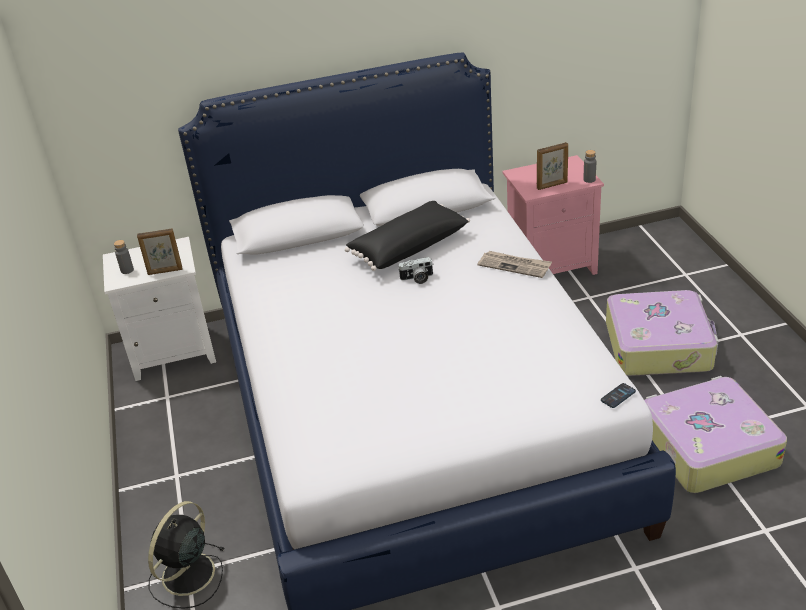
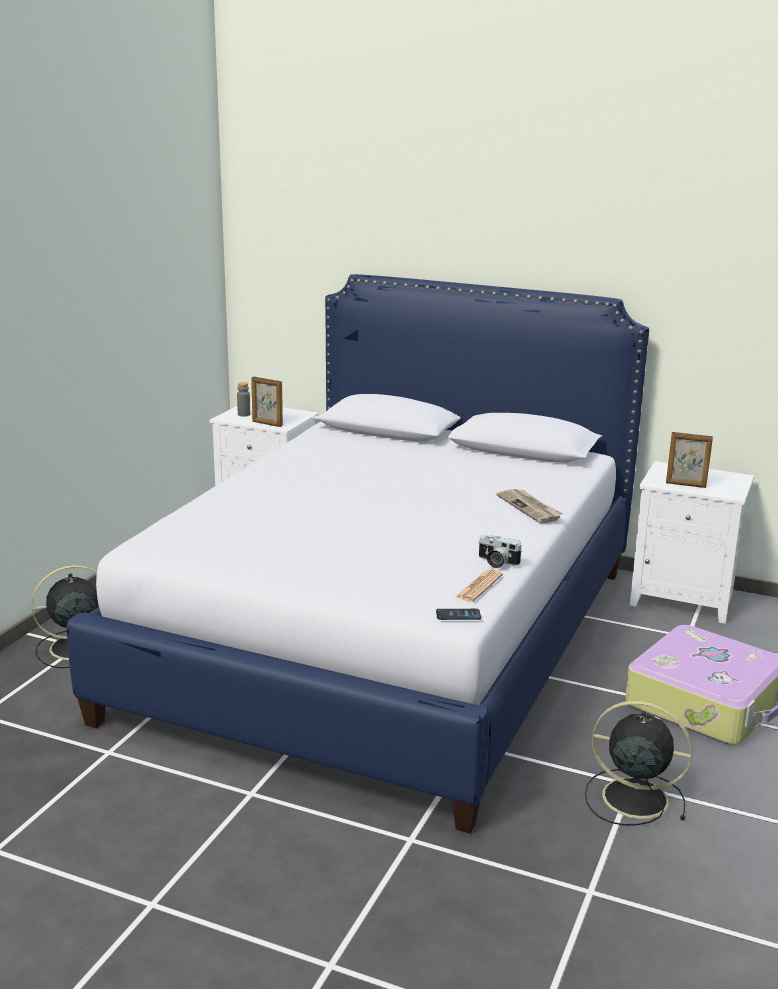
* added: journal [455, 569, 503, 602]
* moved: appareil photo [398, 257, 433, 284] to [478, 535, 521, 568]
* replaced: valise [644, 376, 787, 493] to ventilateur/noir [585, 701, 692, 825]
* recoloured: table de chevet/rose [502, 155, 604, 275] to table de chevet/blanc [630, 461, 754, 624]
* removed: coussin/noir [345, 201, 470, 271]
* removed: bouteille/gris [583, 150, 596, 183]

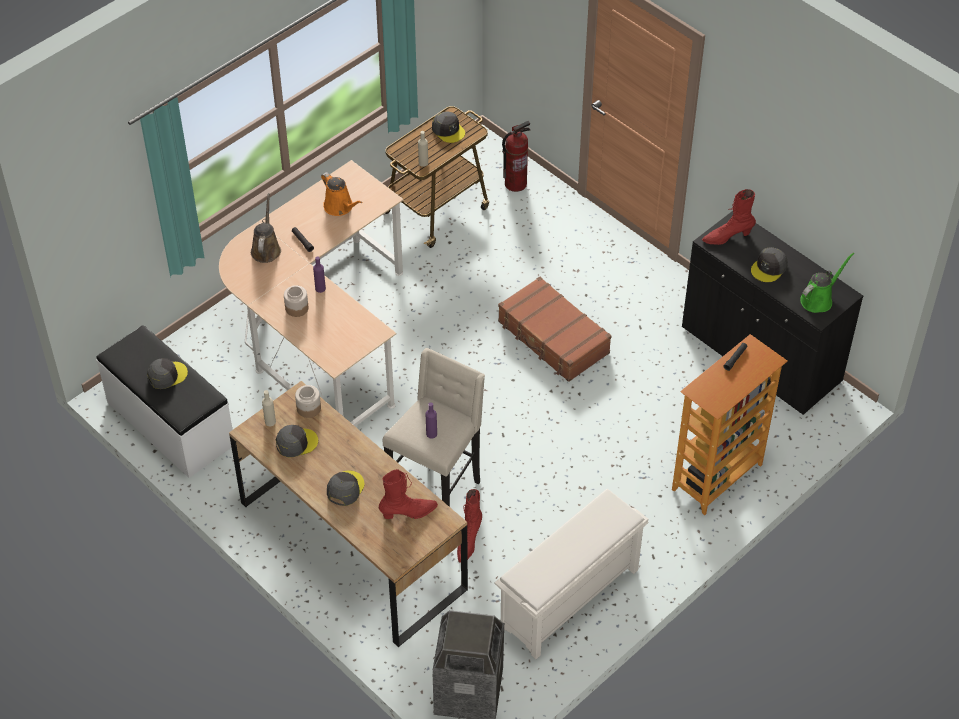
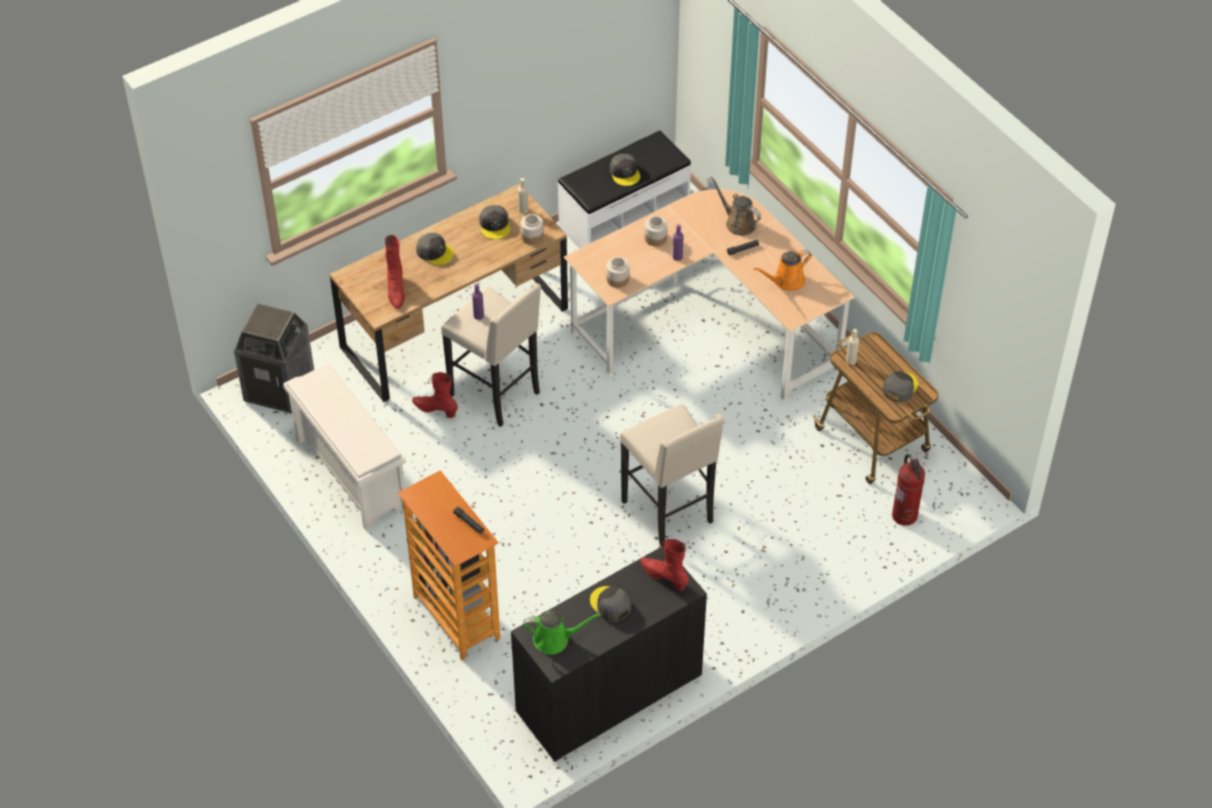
* turned: arrosoir/vert [800, 253, 854, 313] = [523, 611, 601, 654] 60 degrees counterclockwise
* added: bocal [607, 257, 629, 288]
* replaced: valise/marron [498, 276, 612, 382] to tabouret/beige [620, 404, 724, 547]
* turned: botte/rouge [702, 189, 756, 245] = [640, 539, 689, 591] 45 degrees counterclockwise
* turned: arrosoir/marron [251, 193, 281, 263] = [710, 176, 761, 236] 150 degrees counterclockwise
* turned: casquette/gris [432, 111, 465, 143] = [882, 371, 918, 403] 150 degrees clockwise

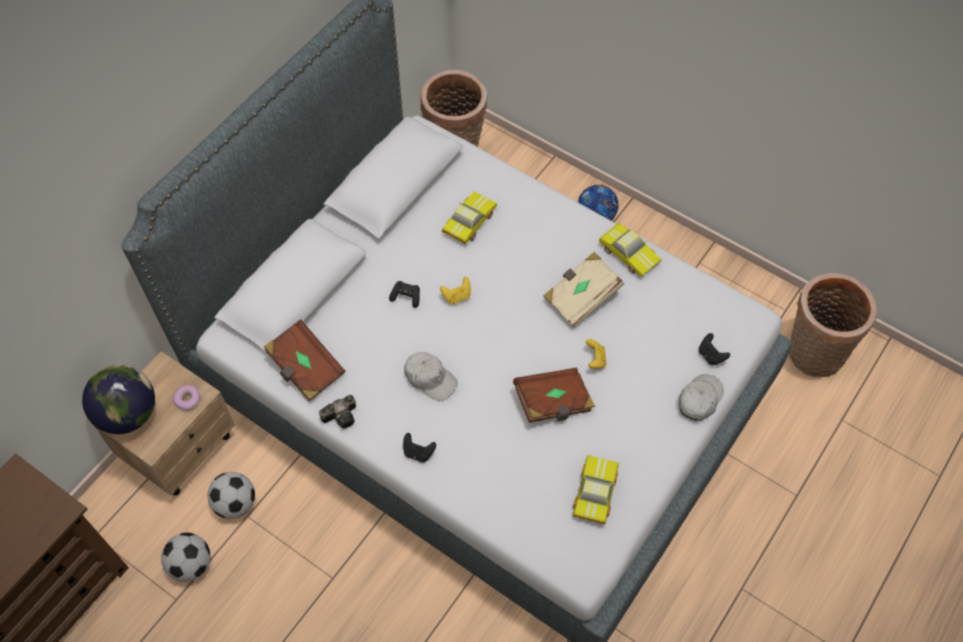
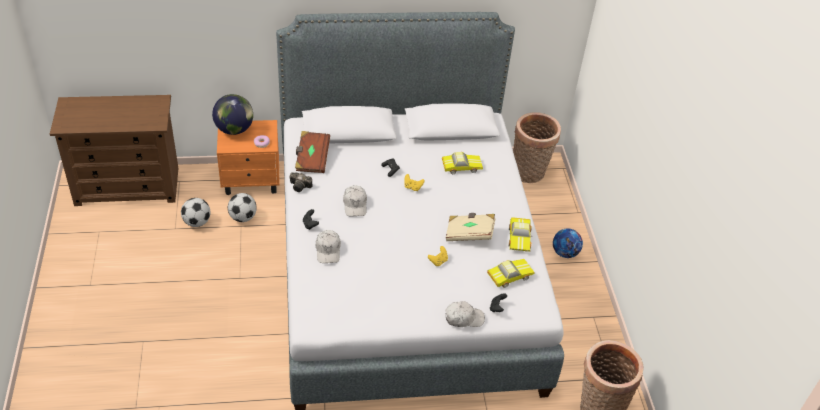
* recoloured: table de chevet/beige [95, 351, 235, 496] to table de chevet/orange [217, 120, 280, 195]
* added: casquette/blanc [315, 230, 341, 263]
* moved: petite voiture [573, 455, 619, 524] to [487, 259, 535, 288]
* removed: livre/marron [513, 368, 595, 423]

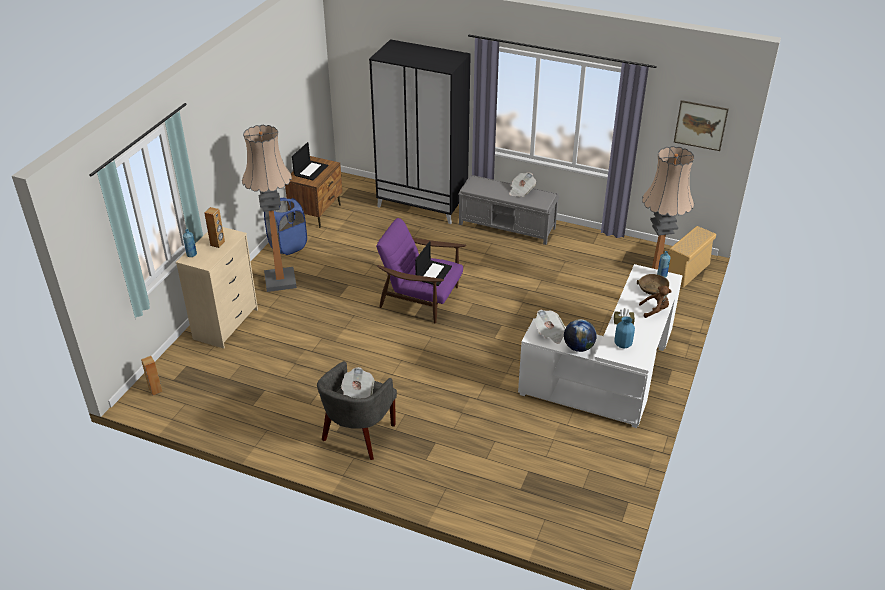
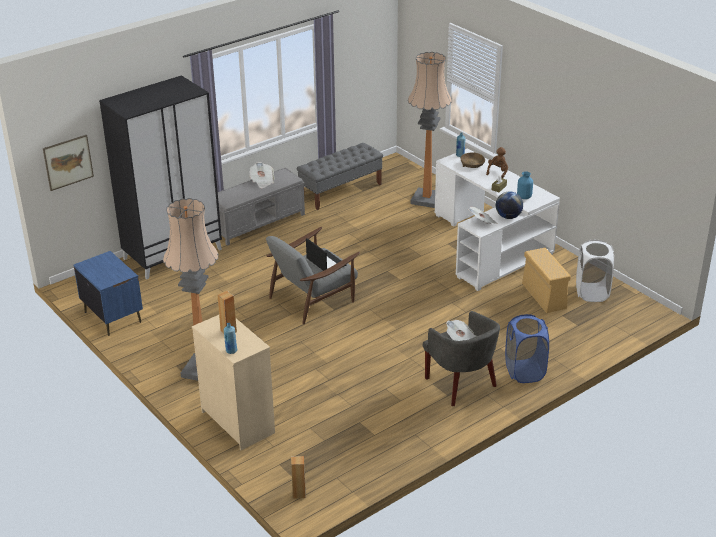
* moved: tableau [674, 100, 729, 151] to [43, 135, 94, 191]
* recoloured: table de chevet/marron [285, 156, 342, 228] to table de chevet/bleu [73, 251, 143, 336]
* recoloured: fauteuil/violet [376, 218, 466, 323] to fauteuil/gris [266, 227, 360, 324]
* added: banc/gris [297, 143, 383, 210]
* moved: panier à linge/bleu [264, 198, 307, 255] to [505, 314, 549, 383]
* moved: boîte de rangement/beige [668, 226, 716, 288] to [522, 248, 571, 313]
* added: panier à linge/blanc [576, 240, 614, 302]
* removed: ordinateur portable [292, 142, 328, 180]

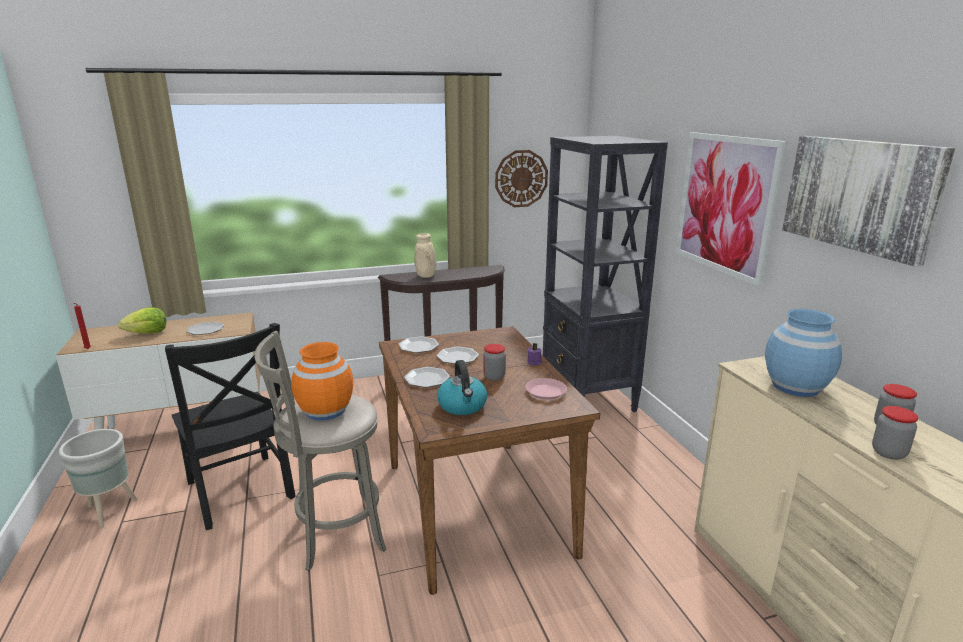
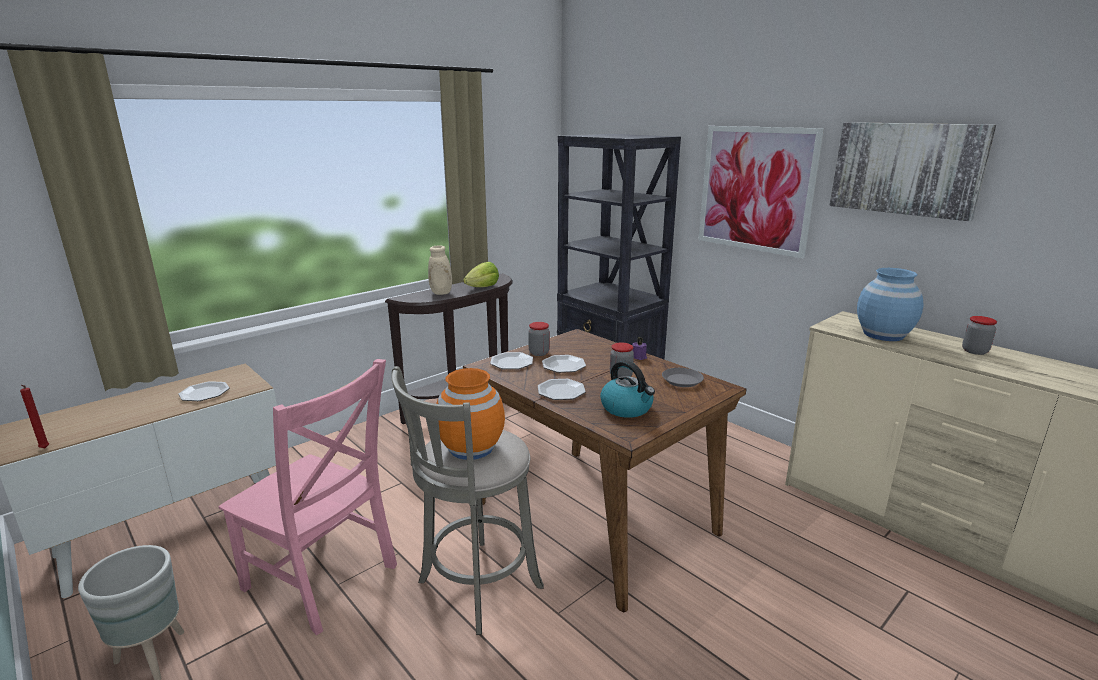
* recoloured: chaise/noir [165, 323, 296, 530] to chaise/rose [218, 359, 397, 635]
* moved: laitue [118, 307, 167, 334] to [463, 262, 499, 287]
* moved: bocal [872, 406, 919, 460] to [528, 322, 550, 356]
* recoloured: assiette/rose [525, 378, 567, 400] to assiette/gris [662, 368, 704, 387]
* removed: horloge murale [495, 150, 548, 207]

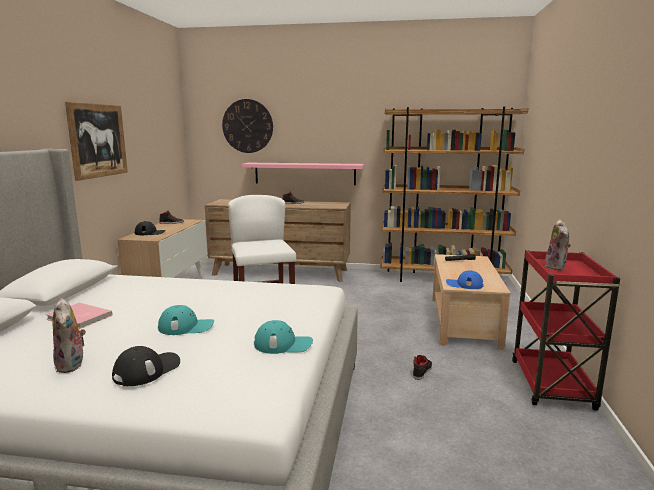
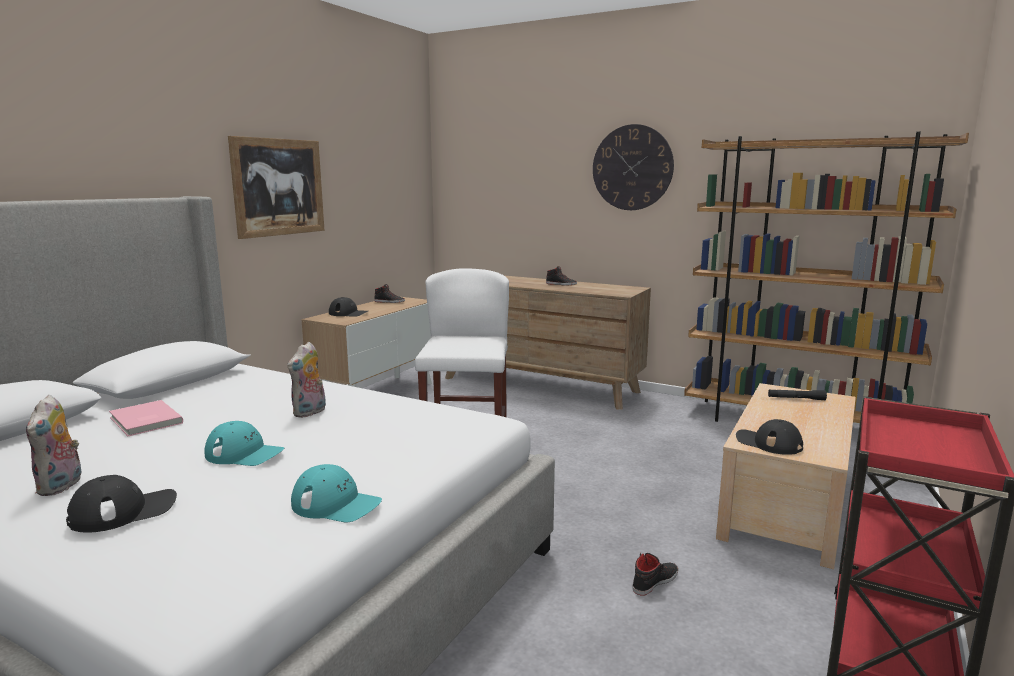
* moved: peluche [545, 219, 571, 271] to [287, 342, 326, 418]
* moved: horloge murale [222, 99, 273, 153] to [593, 124, 674, 210]
* recoloured: casquette/bleu [446, 271, 484, 289] to casquette/noir [736, 419, 803, 455]
* removed: étagère/rose [242, 163, 364, 185]

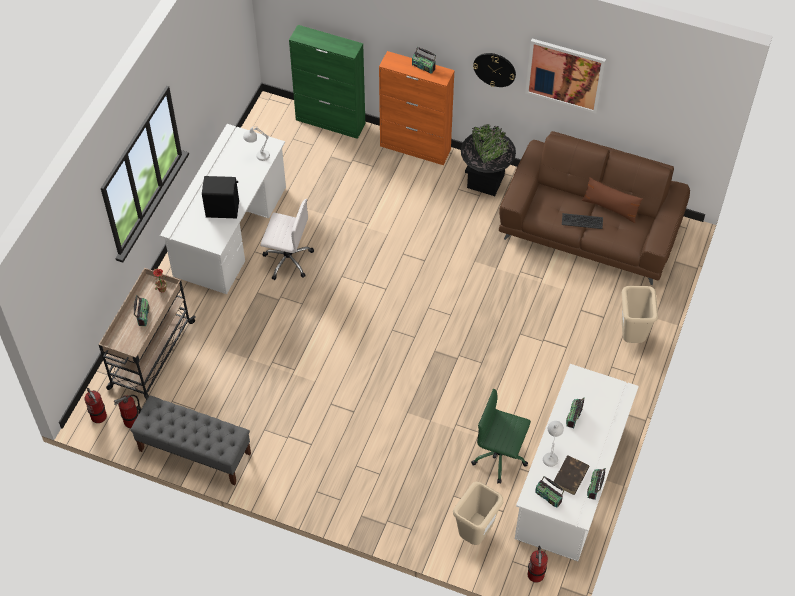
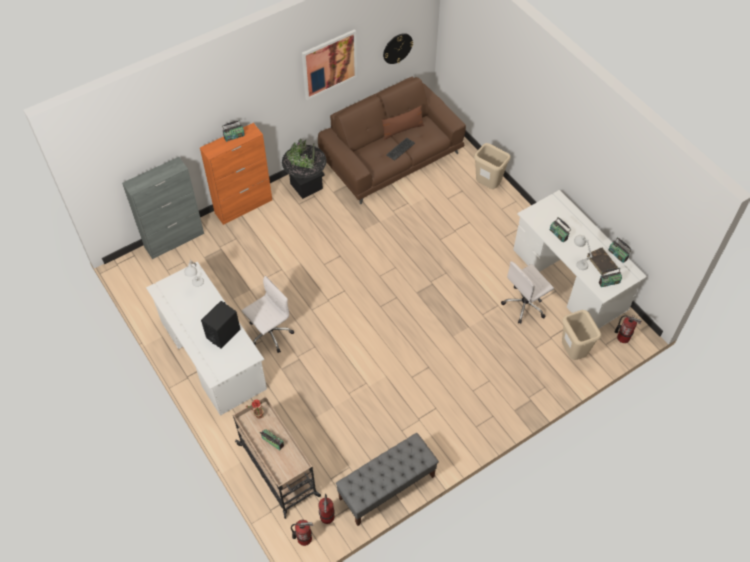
* recoloured: meuble de rangement/vert [289, 25, 365, 139] to meuble de rangement/gris [122, 157, 204, 259]
* moved: horloge murale [473, 53, 516, 87] to [383, 33, 413, 64]
* recoloured: chaise de bureau/vert [471, 388, 531, 484] to chaise de bureau/blanc [501, 261, 554, 324]

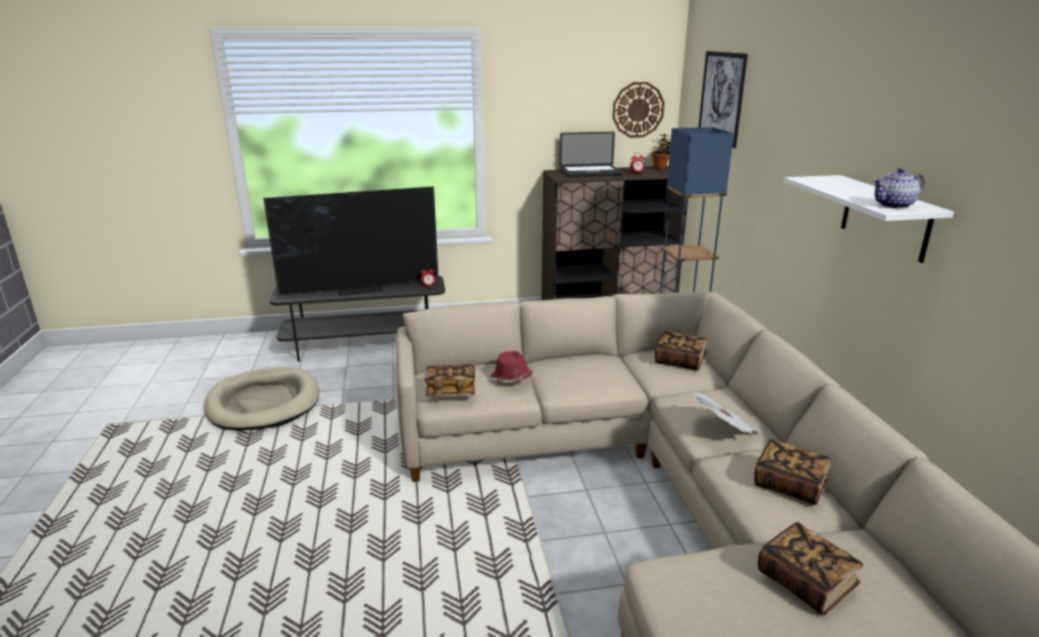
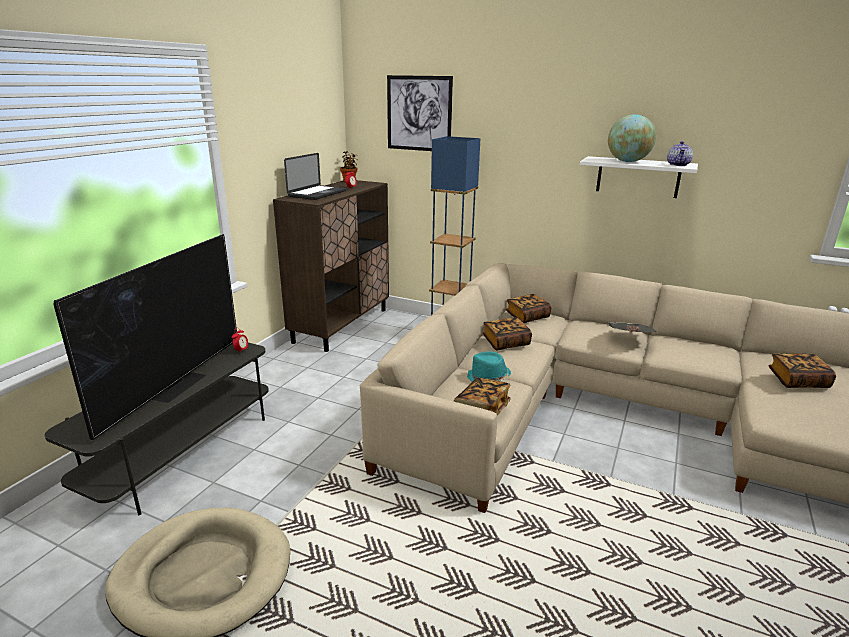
* recoloured: chapeau/rouge [490, 351, 532, 382] to chapeau/turquoise [467, 351, 511, 382]
* moved: livre [754, 439, 832, 505] to [483, 317, 532, 350]
* added: globe [608, 114, 656, 162]
* removed: horloge murale [612, 82, 665, 138]

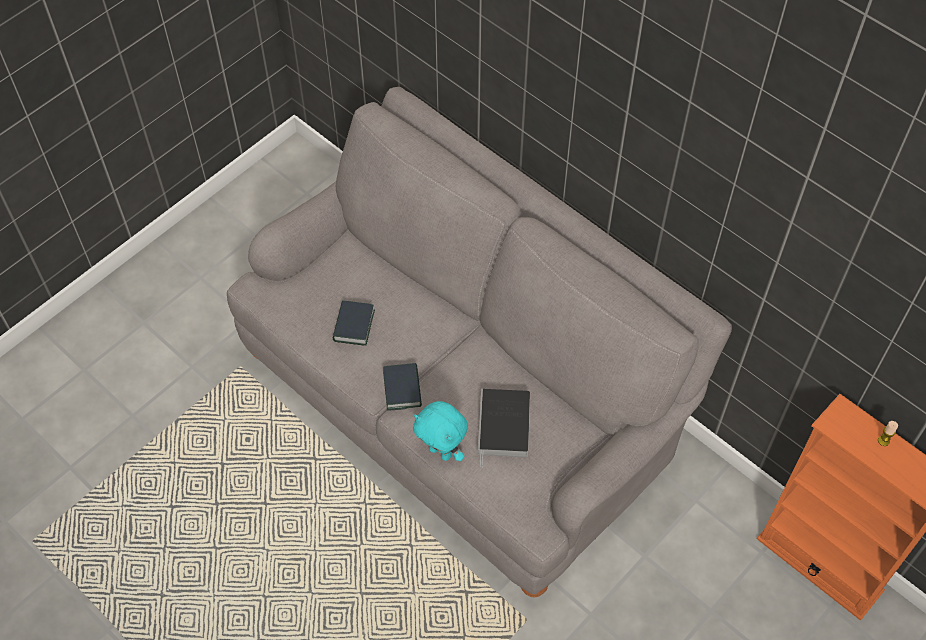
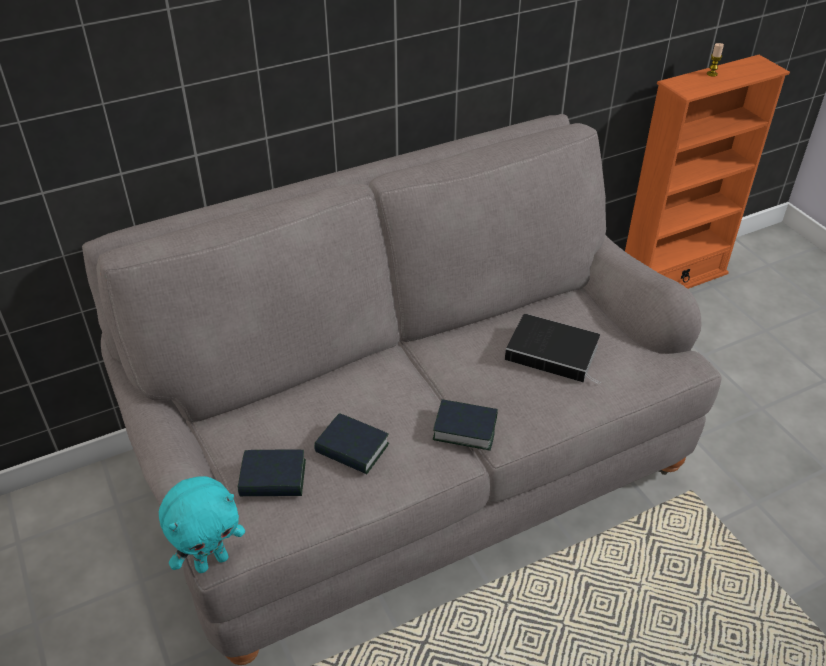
* moved: peluche/turquoise [413, 401, 468, 461] to [159, 476, 245, 573]
* added: livre [238, 449, 306, 496]

